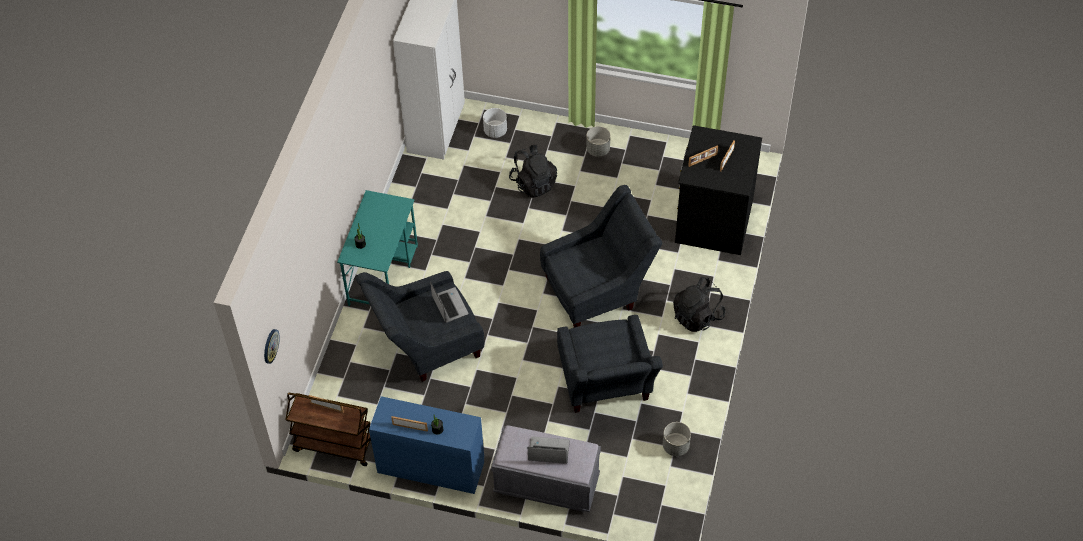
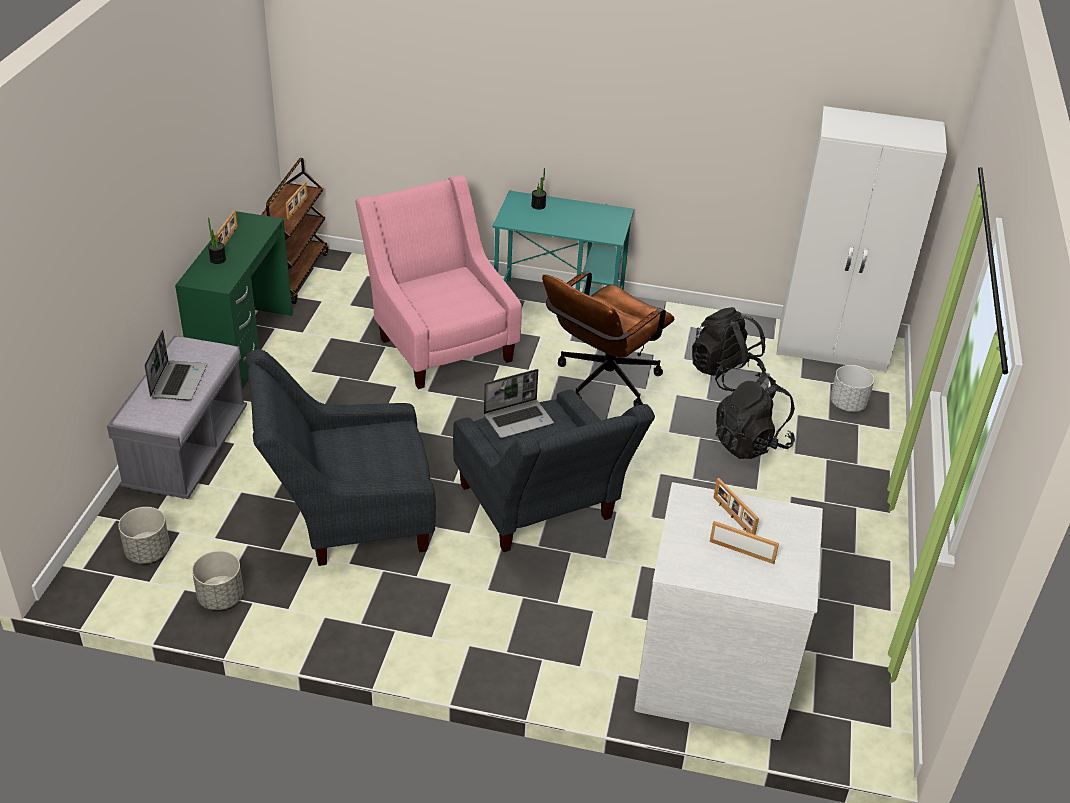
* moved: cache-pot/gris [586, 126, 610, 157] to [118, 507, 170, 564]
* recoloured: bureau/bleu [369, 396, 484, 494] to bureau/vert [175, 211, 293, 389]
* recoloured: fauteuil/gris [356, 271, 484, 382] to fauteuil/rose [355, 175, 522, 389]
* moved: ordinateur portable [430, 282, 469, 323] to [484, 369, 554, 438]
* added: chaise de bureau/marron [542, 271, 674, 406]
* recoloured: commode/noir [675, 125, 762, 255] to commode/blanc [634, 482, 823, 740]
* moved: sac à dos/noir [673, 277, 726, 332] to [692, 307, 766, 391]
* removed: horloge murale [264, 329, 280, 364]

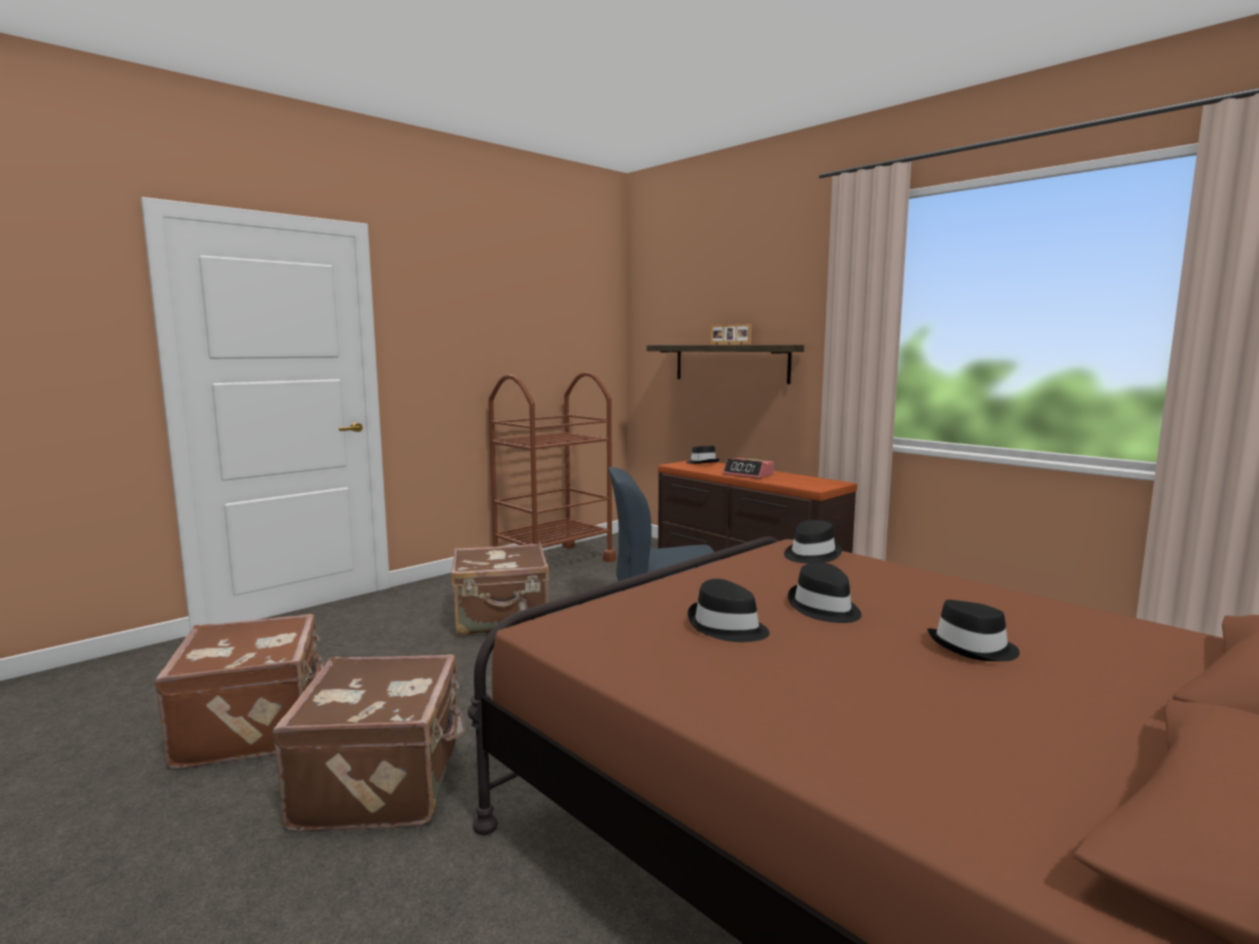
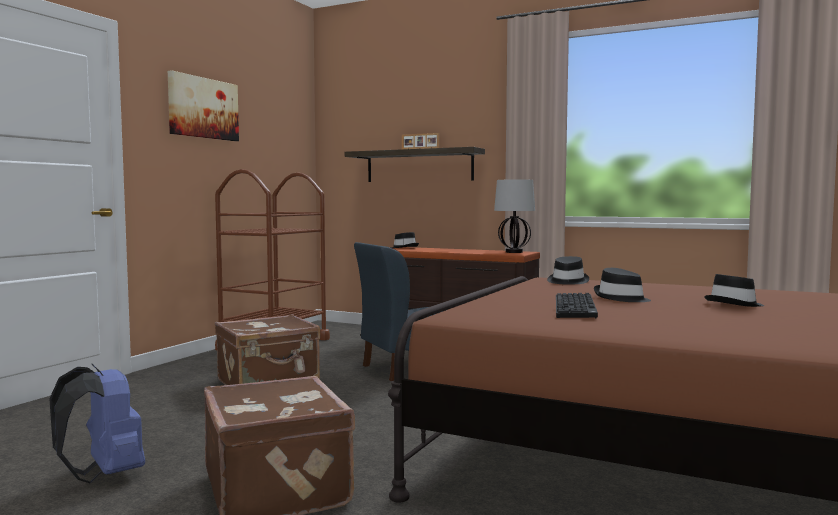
* replaced: valise/marron [154, 614, 325, 769] to sac à dos/bleu [49, 364, 145, 483]
* added: tableau [168, 70, 239, 141]
* added: lampe de table [494, 179, 535, 253]
* replaced: chapeau/noir [688, 579, 770, 642] to clavier [556, 293, 598, 318]
* removed: réveil [723, 458, 774, 479]

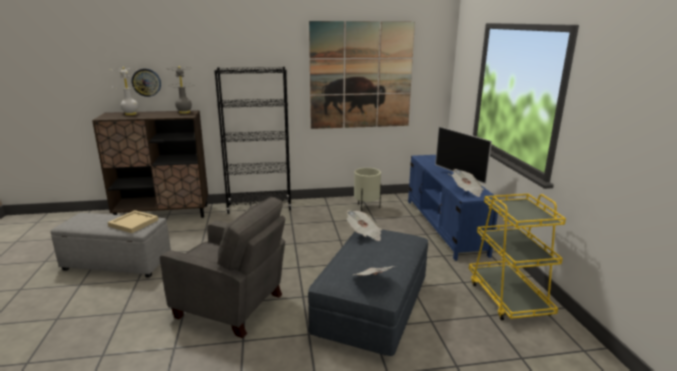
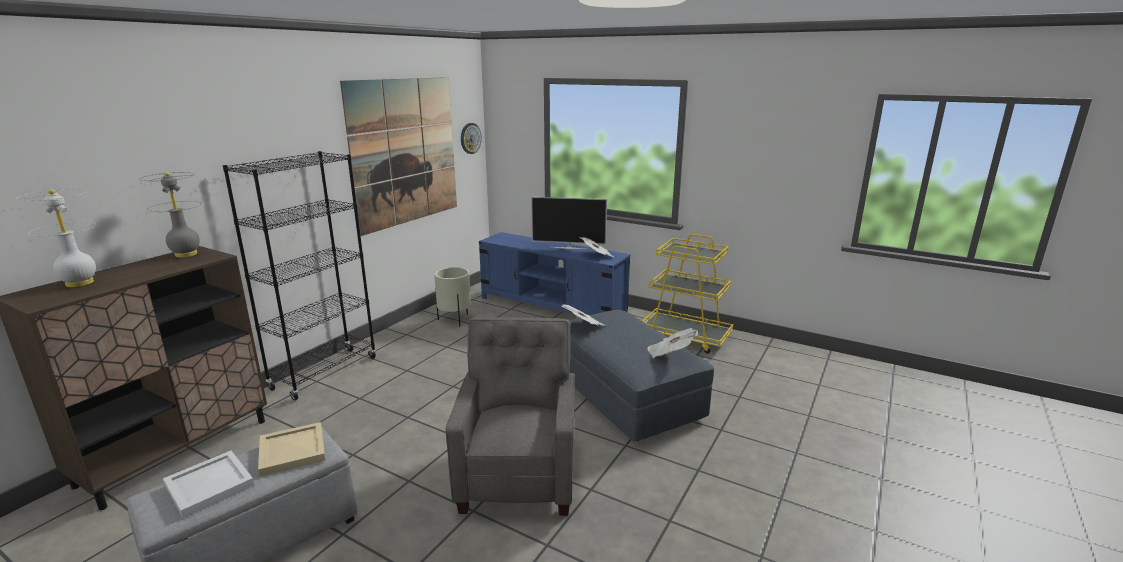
* added: plateau/blanc [163, 451, 255, 518]
* turned: fauteuil/gris [160, 197, 286, 338] = [446, 317, 575, 516] 60 degrees counterclockwise
* moved: horloge murale [131, 69, 161, 97] to [461, 123, 482, 154]

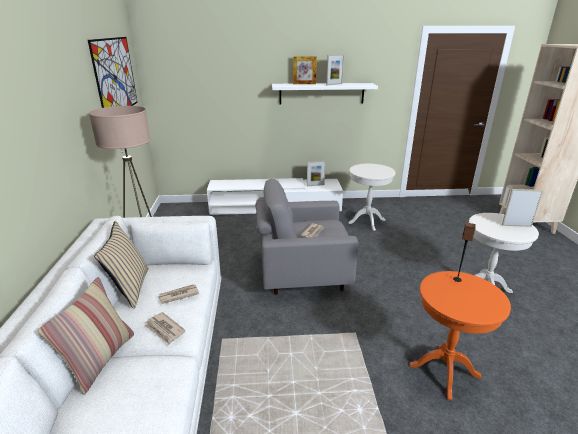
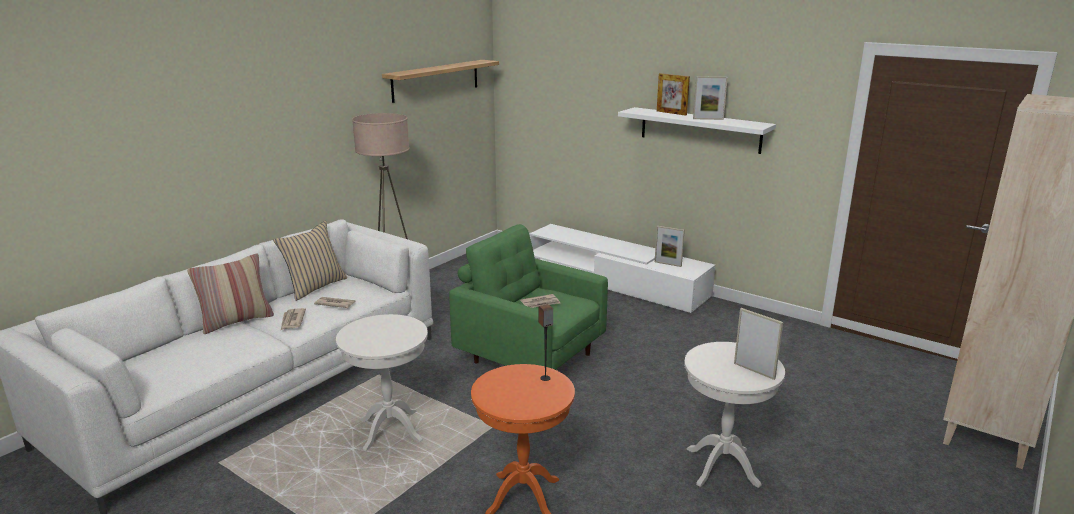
* moved: table d'appoint/blanc [348, 164, 395, 231] to [336, 314, 428, 451]
* replaced: tableau [88, 37, 138, 108] to étagère [382, 60, 499, 103]
* recoloured: fauteuil/gris [255, 179, 358, 295] to fauteuil/vert [449, 224, 608, 370]

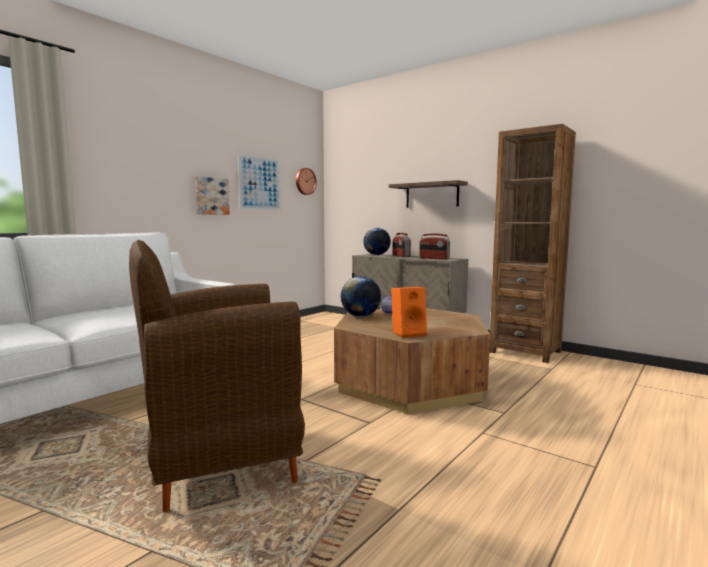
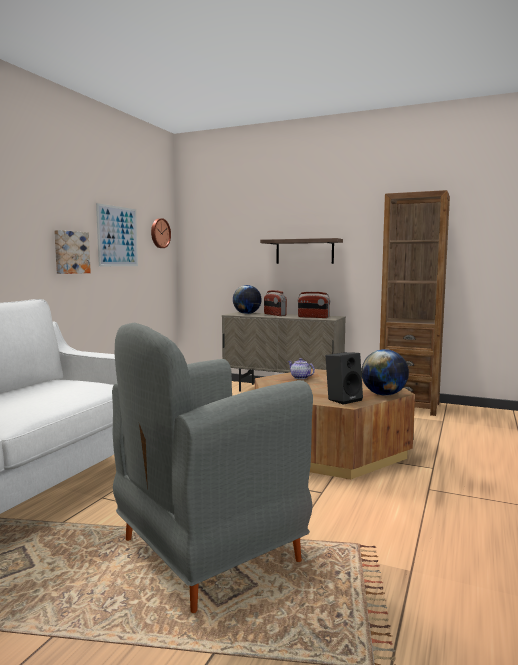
* recoloured: fauteuil/marron [129, 240, 305, 512] to fauteuil/gris [112, 323, 313, 613]
* recoloured: enceinte/orange [391, 287, 427, 338] to enceinte/noir [326, 352, 363, 405]
* moved: globe [341, 276, 381, 317] to [361, 349, 409, 396]

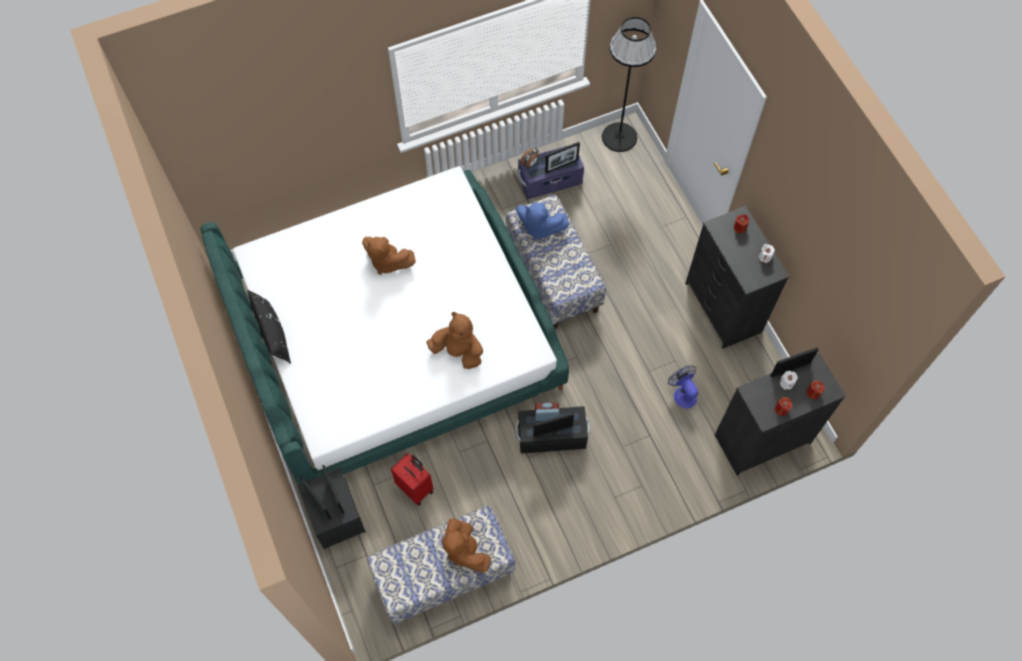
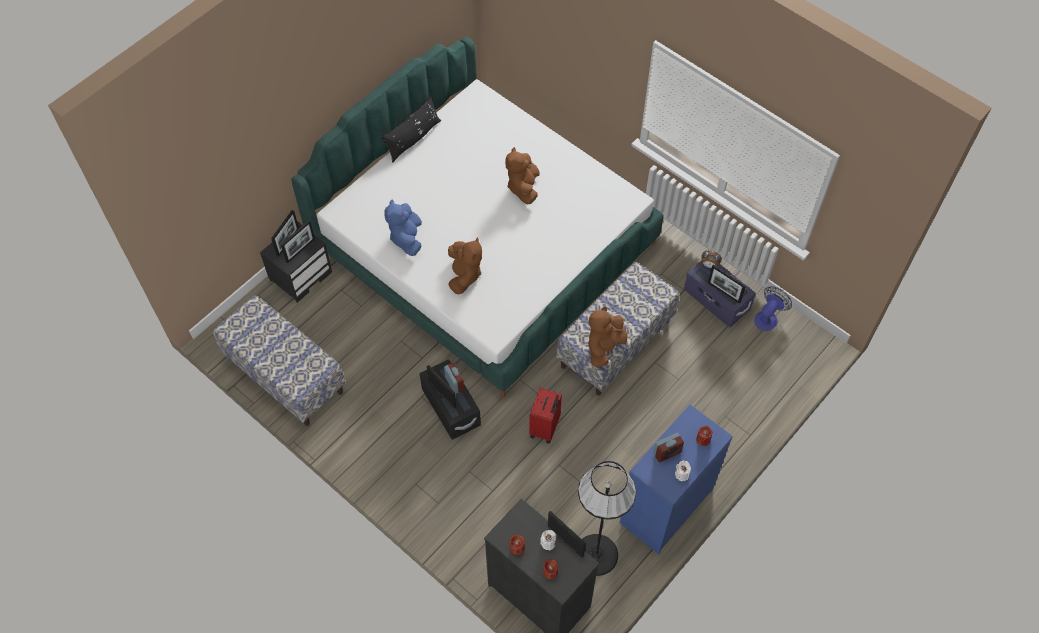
* moved: peluche/bleu [516, 203, 569, 241] to [384, 199, 422, 256]
* moved: valise/rouge [391, 453, 433, 506] to [529, 387, 562, 444]
* moved: lampadaire/noir [602, 17, 657, 152] to [578, 461, 636, 576]
* moved: peluche/marron [442, 518, 491, 572] to [588, 307, 627, 368]
* recoloured: commode/noir [685, 206, 789, 349] to commode/bleu [620, 405, 733, 554]
* added: réveil [653, 433, 684, 463]
* moved: ventilateur [668, 365, 698, 408] to [754, 286, 792, 331]

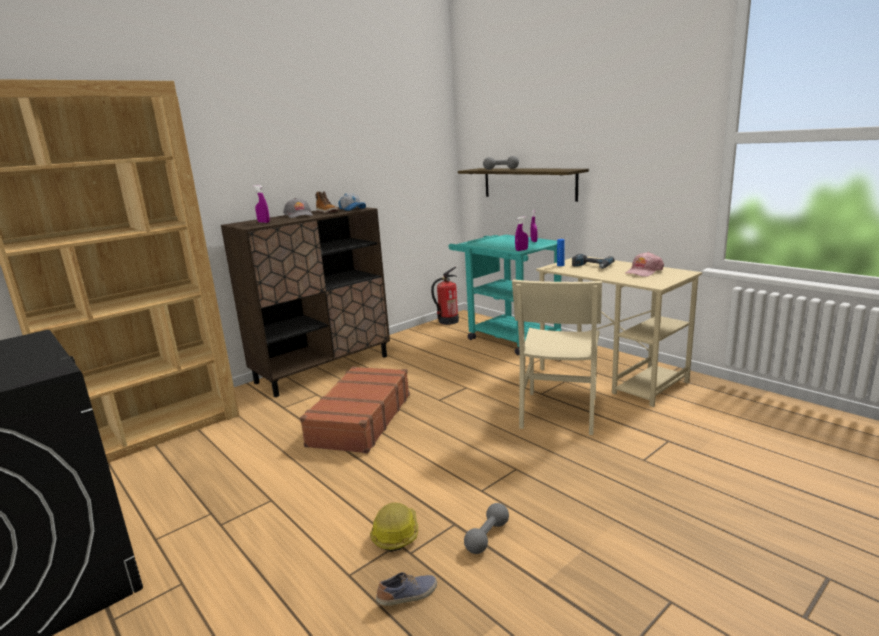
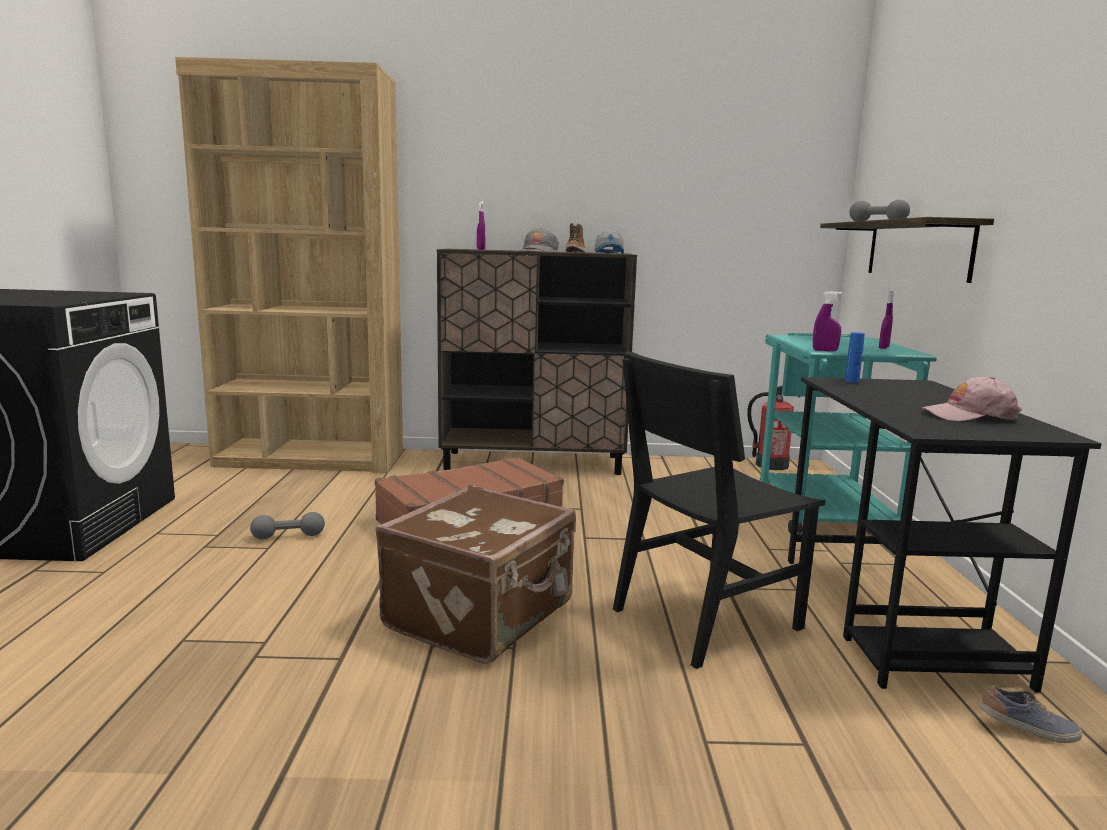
* moved: haltère/gris [464, 503, 509, 554] to [250, 512, 325, 540]
* added: valise/marron [375, 485, 576, 664]
* recoloured: chaise/beige [512, 279, 602, 435] to chaise/noir [613, 351, 825, 669]
* recoloured: bureau/beige [536, 257, 702, 407] to bureau/noir [788, 377, 1101, 693]
* moved: chaussure [376, 572, 437, 606] to [979, 685, 1082, 743]
* removed: casque de chantier [370, 503, 418, 552]
* removed: perceuse [572, 254, 615, 269]

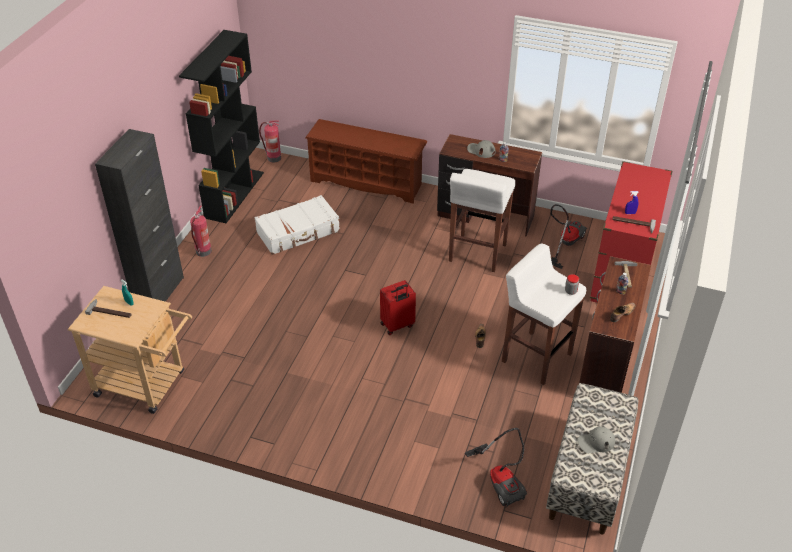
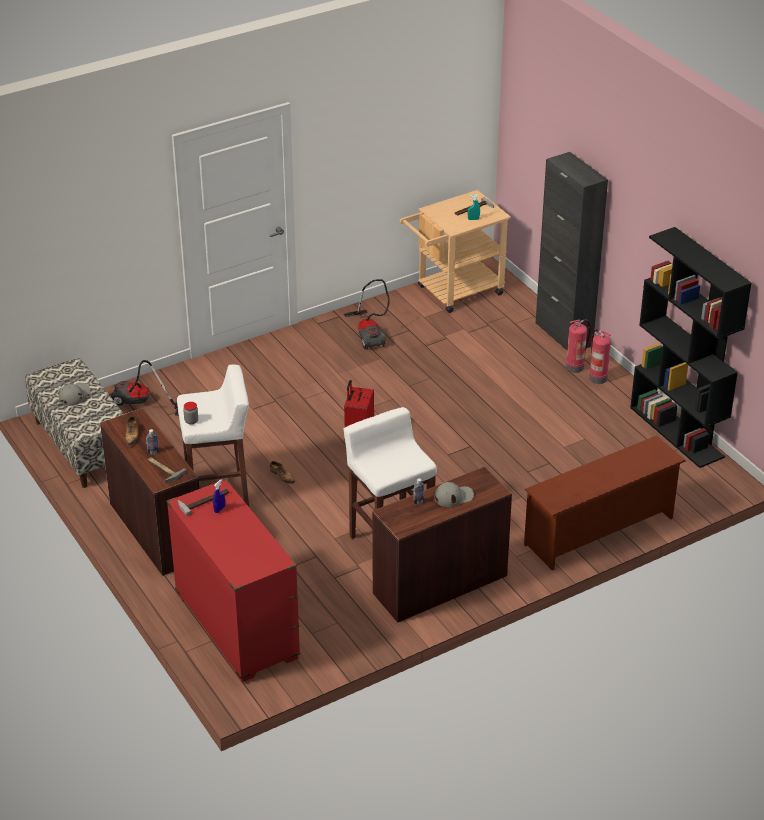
* moved: aspirateur [550, 204, 587, 269] to [344, 279, 390, 350]
* moved: extincteur [259, 121, 281, 163] to [566, 319, 591, 373]
* removed: valise/blanc [254, 195, 340, 255]

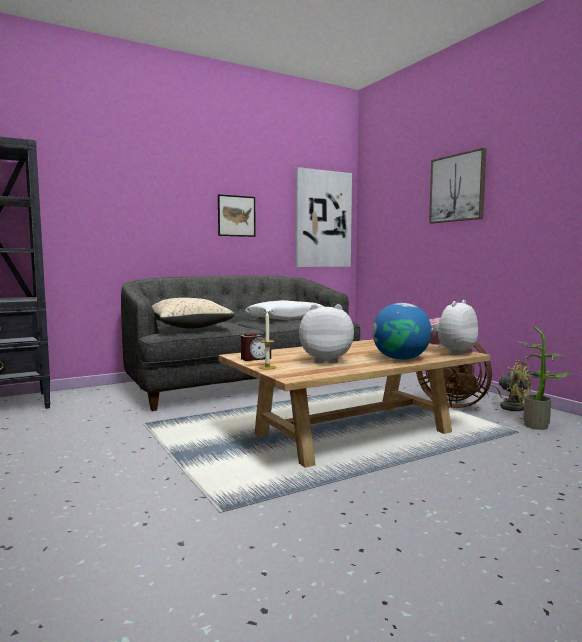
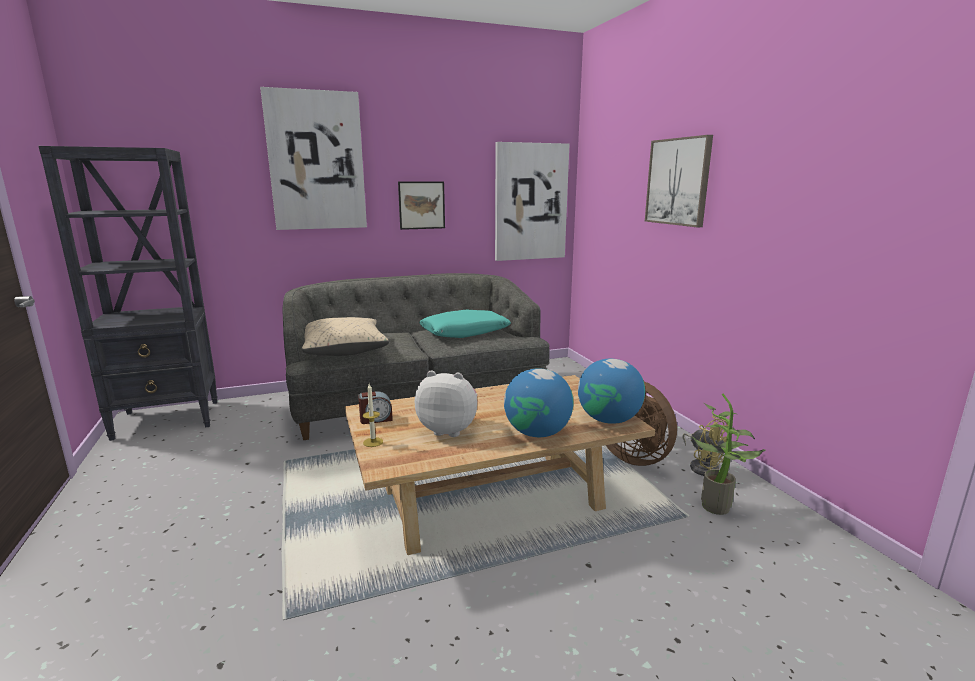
* added: tableau [260, 87, 367, 230]
* recoloured: coussin/blanc [245, 300, 325, 320] to coussin/turquoise [419, 310, 511, 338]
* replaced: peluche [429, 300, 478, 355] to globe [578, 359, 645, 424]

